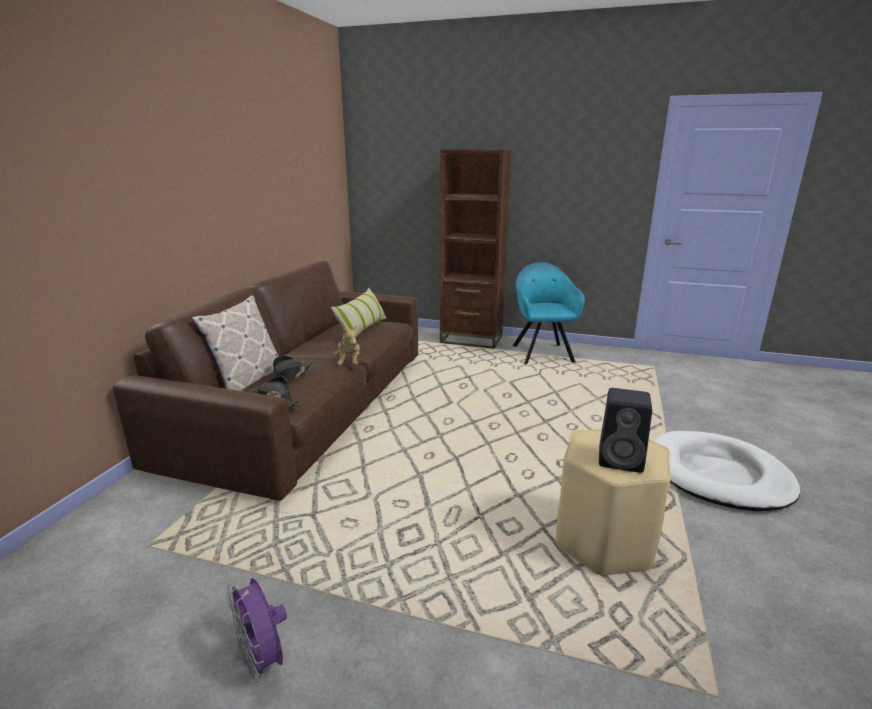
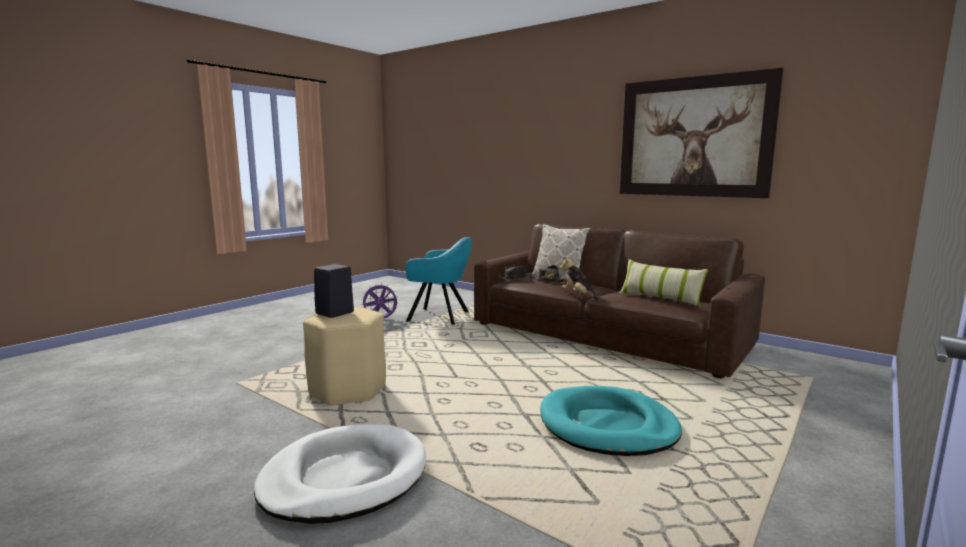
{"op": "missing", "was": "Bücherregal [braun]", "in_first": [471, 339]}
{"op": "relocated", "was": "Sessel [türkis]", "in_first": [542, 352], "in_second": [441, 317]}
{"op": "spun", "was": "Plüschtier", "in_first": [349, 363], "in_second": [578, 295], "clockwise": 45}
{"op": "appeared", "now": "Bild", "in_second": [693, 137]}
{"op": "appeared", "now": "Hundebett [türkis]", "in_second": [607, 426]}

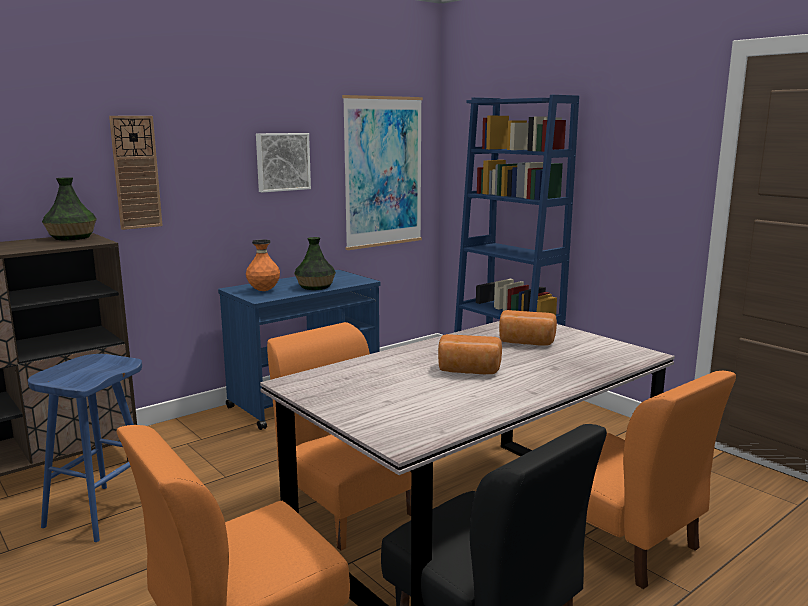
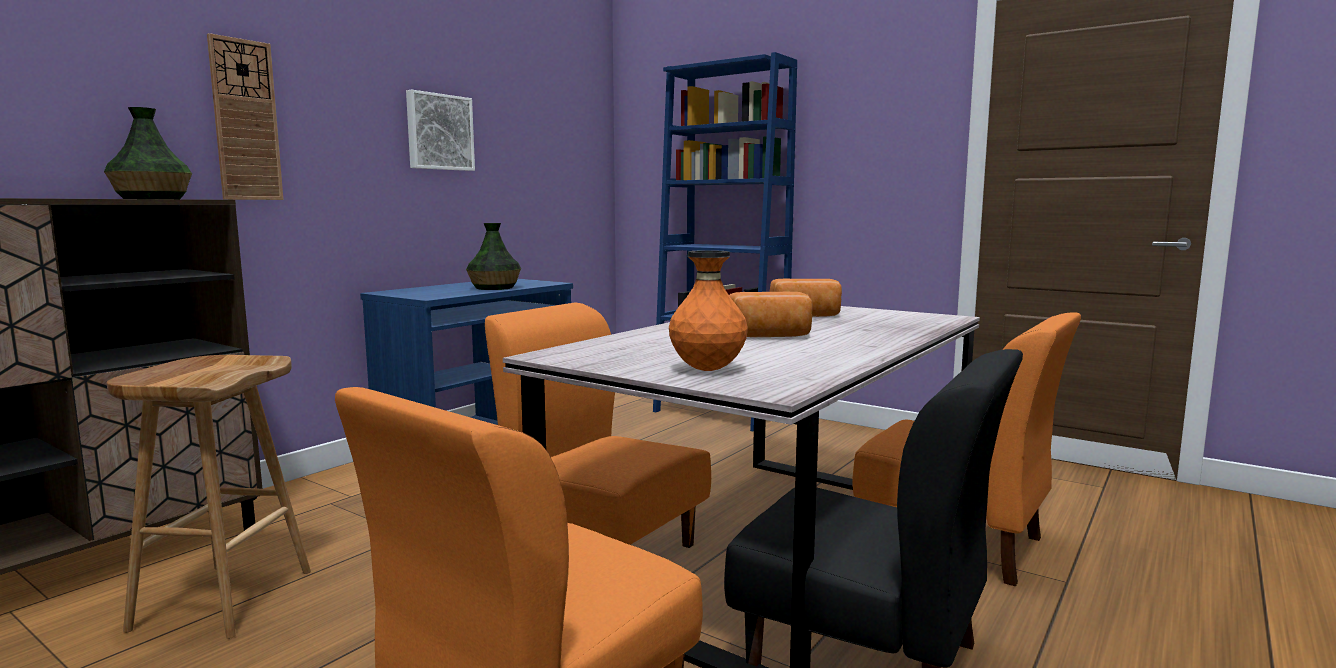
{"op": "missing", "was": "Bild", "in_first": [383, 172]}
{"op": "relocated", "was": "Vase [orange]", "in_first": [263, 290], "in_second": [707, 370]}
{"op": "colour", "was": "Hocker [blau]", "now": "Hocker [braun]", "in_first": [101, 511], "in_second": [224, 598]}

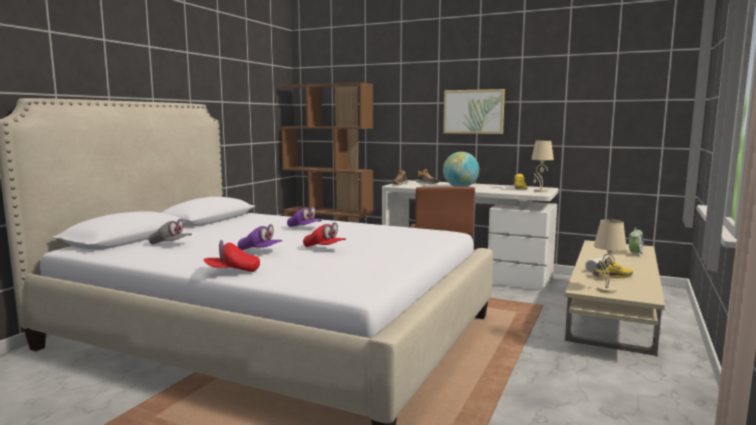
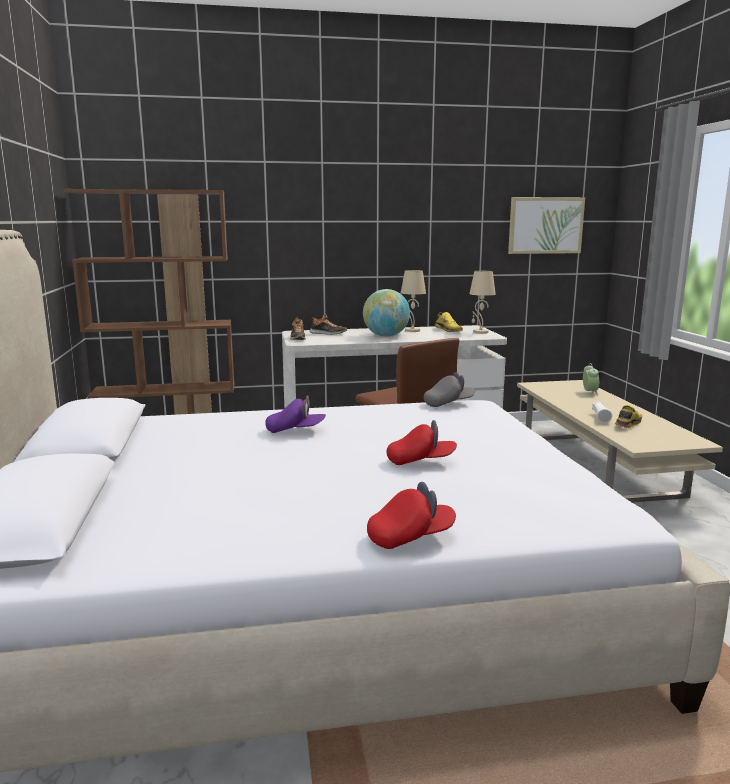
{"op": "relocated", "was": "Bild", "in_first": [473, 111], "in_second": [545, 225]}
{"op": "relocated", "was": "Kappe [grau]", "in_first": [171, 244], "in_second": [448, 403]}
{"op": "relocated", "was": "Tischlampe [beige]", "in_first": [605, 290], "in_second": [412, 330]}
{"op": "missing", "was": "Kappe [lila]", "in_first": [260, 251]}
{"op": "spun", "was": "Kappe [rot]", "in_first": [232, 271], "in_second": [410, 537], "clockwise": -150}

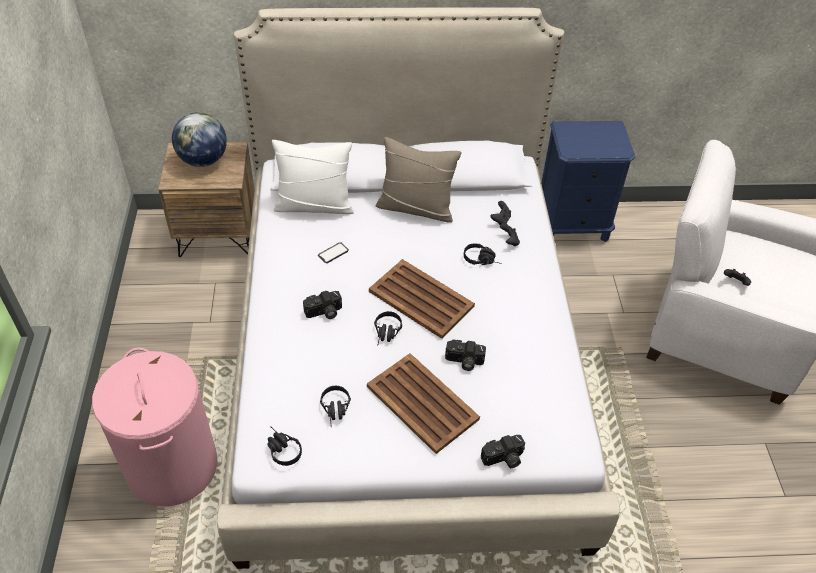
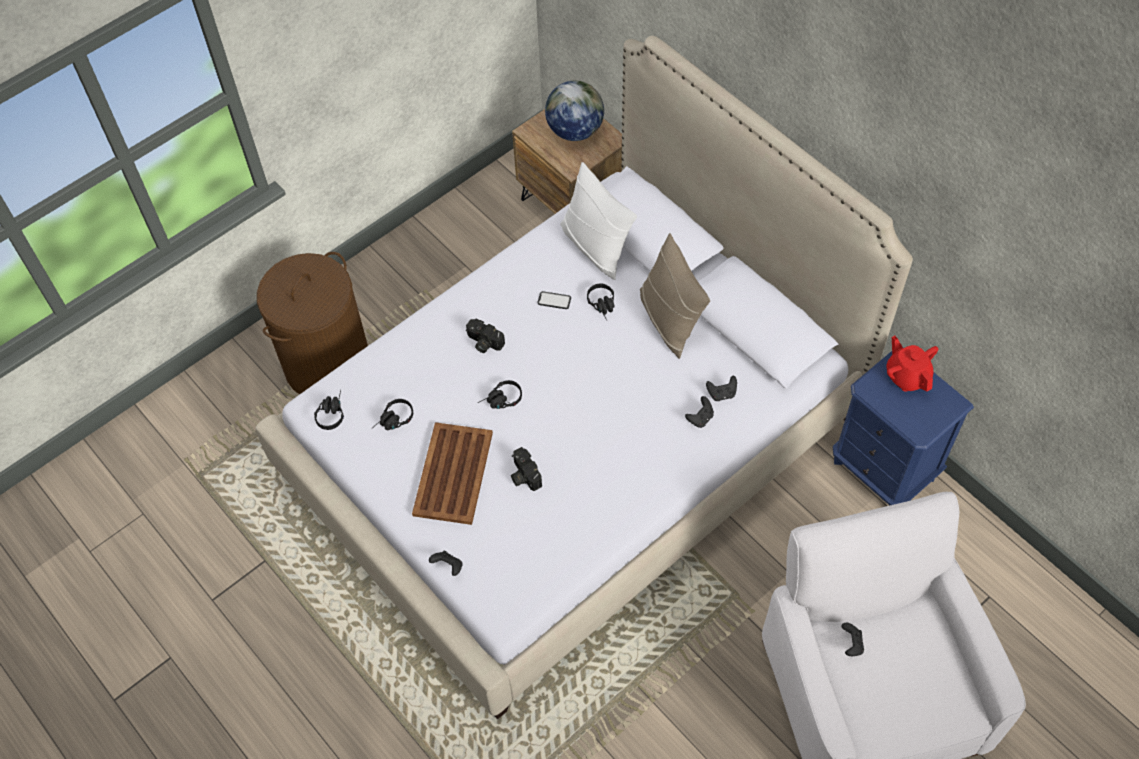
{"op": "relocated", "was": "Kopfhörer [schwarz]", "in_first": [482, 260], "in_second": [603, 306]}
{"op": "missing", "was": "Tablett [braun]", "in_first": [421, 299]}
{"op": "colour", "was": "Wäschekorb [rosa]", "now": "Wäschekorb [braun]", "in_first": [171, 466], "in_second": [327, 364]}
{"op": "exchanged", "was": "Kamera", "now": "Gamepad [schwarz]", "in_first": [503, 459], "in_second": [448, 566]}
{"op": "appeared", "now": "Teekanne [rot]", "in_second": [907, 376]}

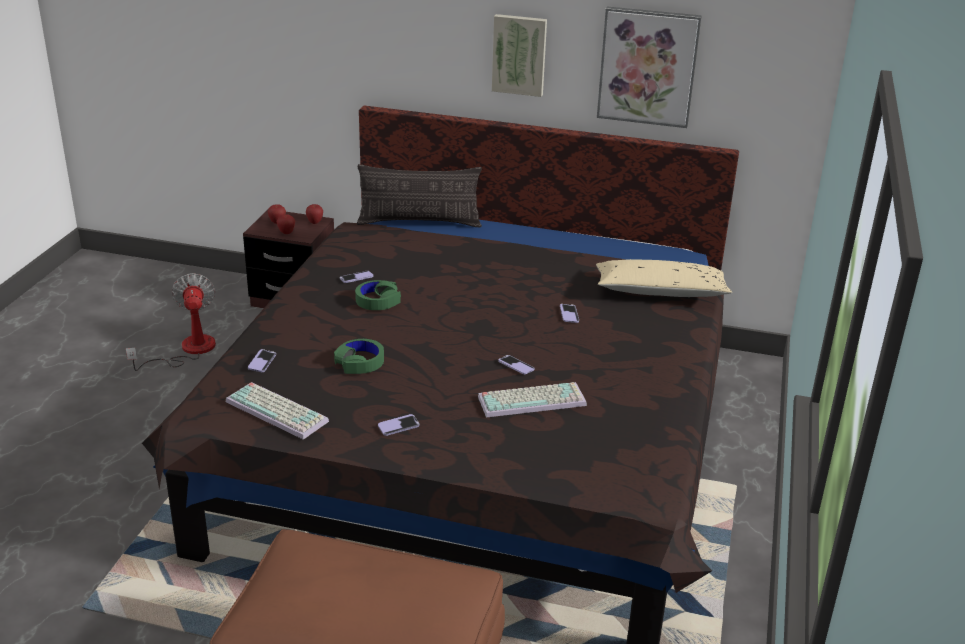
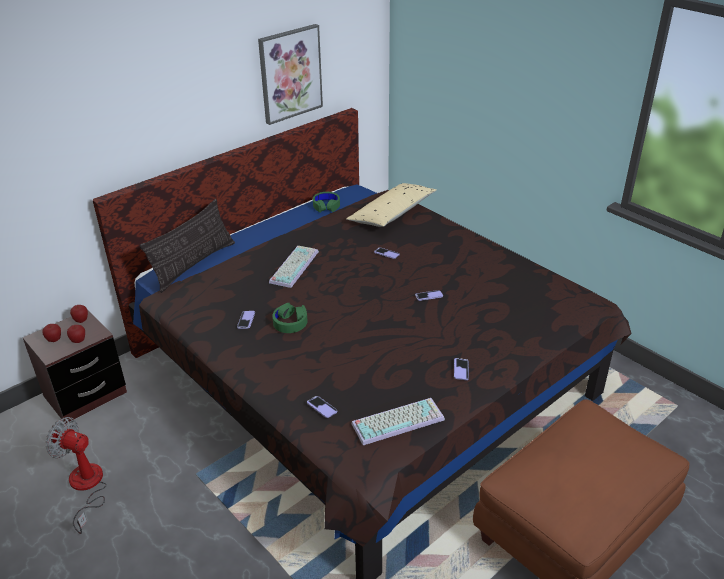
{"op": "missing", "was": "Bild", "in_first": [519, 54]}
{"op": "relocated", "was": "Kopfhörer [grün]", "in_first": [360, 362], "in_second": [326, 206]}
{"op": "relocated", "was": "Tastatur", "in_first": [532, 400], "in_second": [293, 266]}

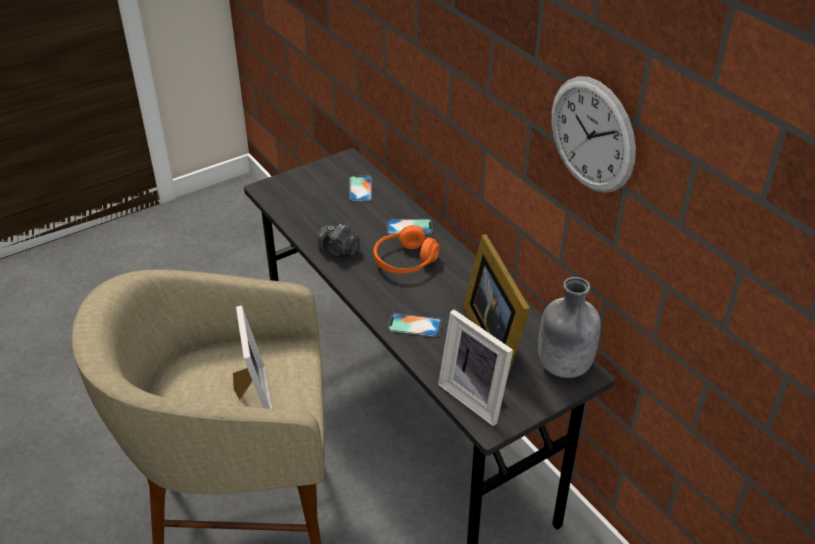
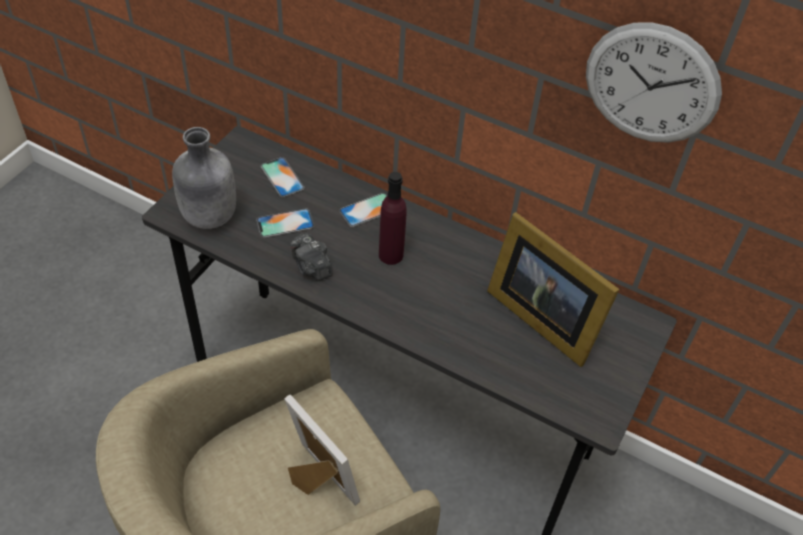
{"op": "spun", "was": "Kamera", "in_first": [339, 251], "in_second": [311, 267], "clockwise": 60}
{"op": "exchanged", "was": "Kopfhörer [orange]", "now": "Flasche [lila]", "in_first": [405, 261], "in_second": [391, 255]}
{"op": "relocated", "was": "Flasche [grau]", "in_first": [563, 366], "in_second": [209, 217]}
{"op": "missing", "was": "Bilderrahmen", "in_first": [476, 396]}
{"op": "relocated", "was": "Handy", "in_first": [414, 325], "in_second": [285, 223]}

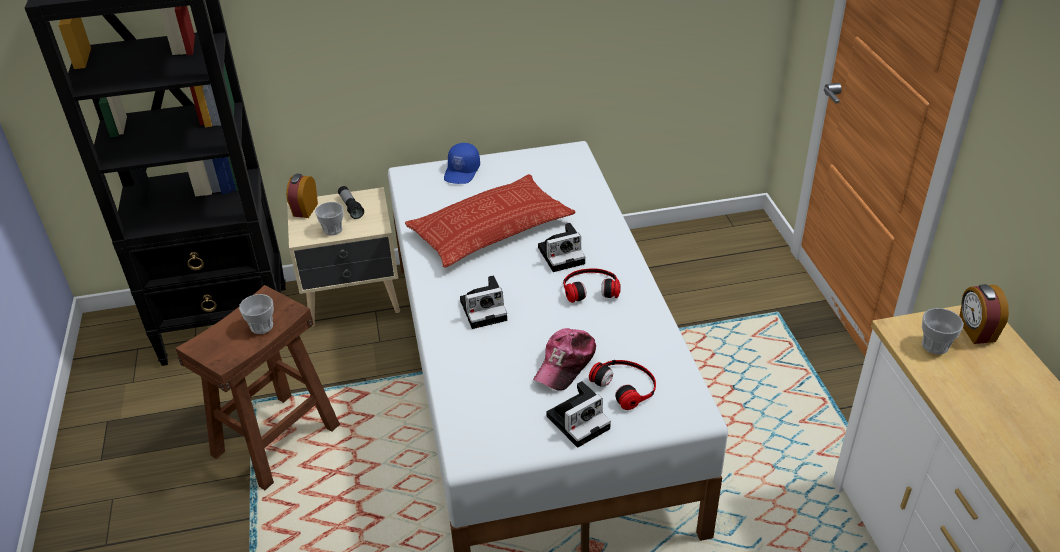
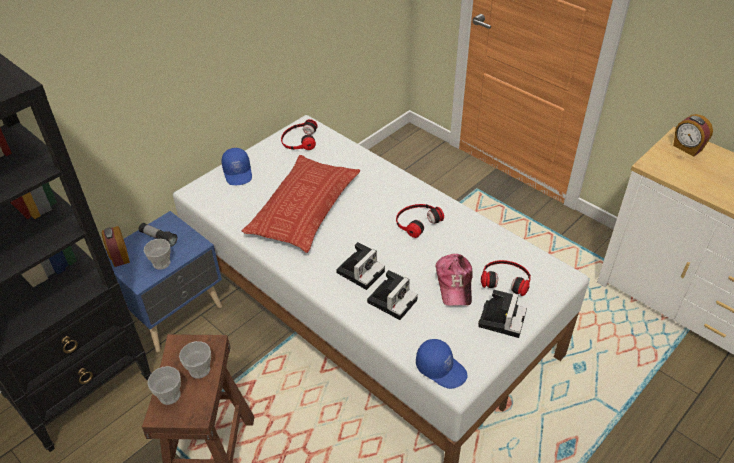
{"op": "colour", "was": "Nachttisch [beige]", "now": "Nachttisch [blau]", "in_first": [354, 300], "in_second": [176, 314]}
{"op": "relocated", "was": "Kamera", "in_first": [562, 255], "in_second": [392, 299]}
{"op": "relocated", "was": "Tasse", "in_first": [935, 345], "in_second": [169, 395]}
{"op": "appeared", "now": "Kopfhörer", "in_second": [299, 140]}
{"op": "appeared", "now": "Kappe [blau]", "in_second": [441, 368]}

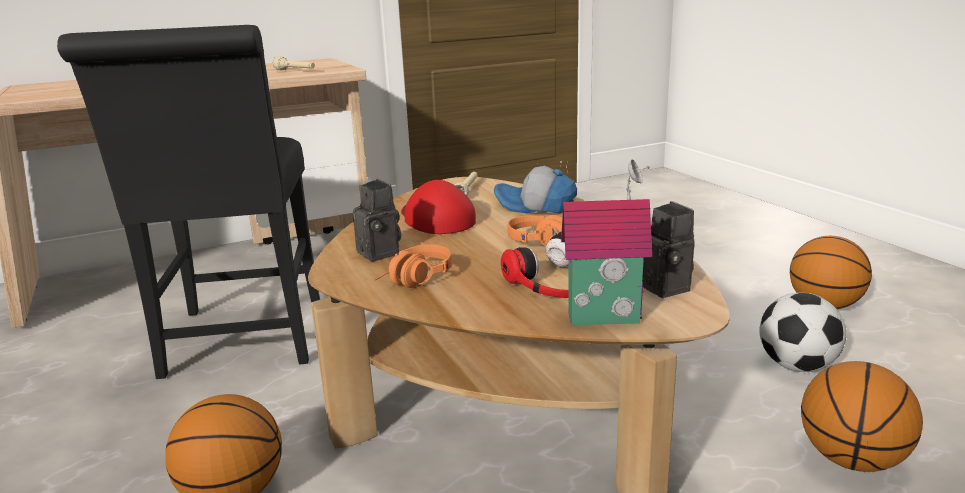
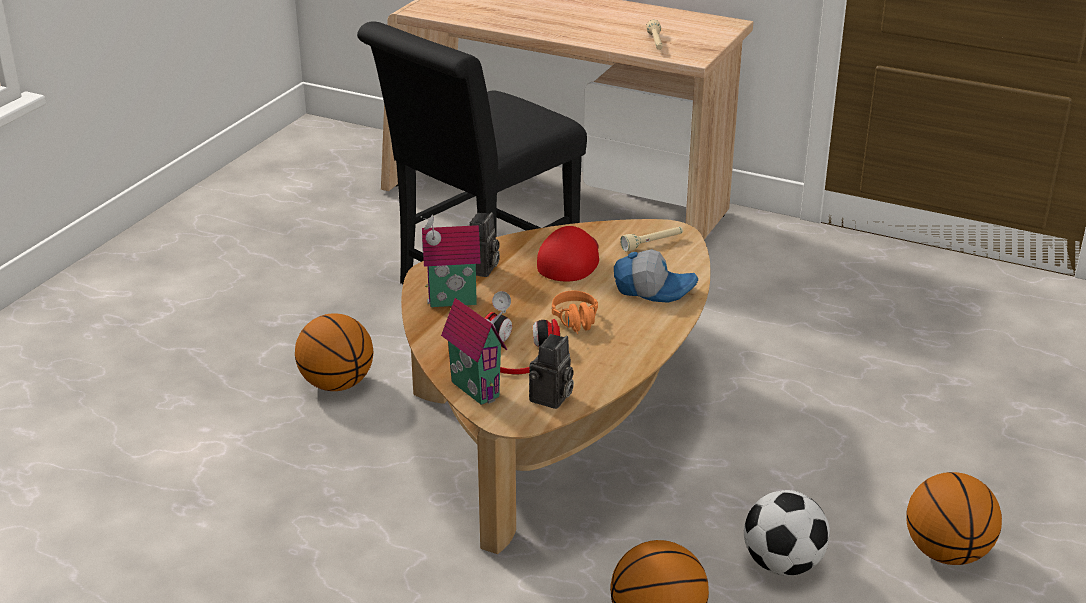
{"op": "spun", "was": "Kappe", "in_first": [535, 206], "in_second": [654, 289], "clockwise": 120}
{"op": "exchanged", "was": "Kopfhörer [orange]", "now": "Spielzeughaus", "in_first": [414, 280], "in_second": [452, 302]}

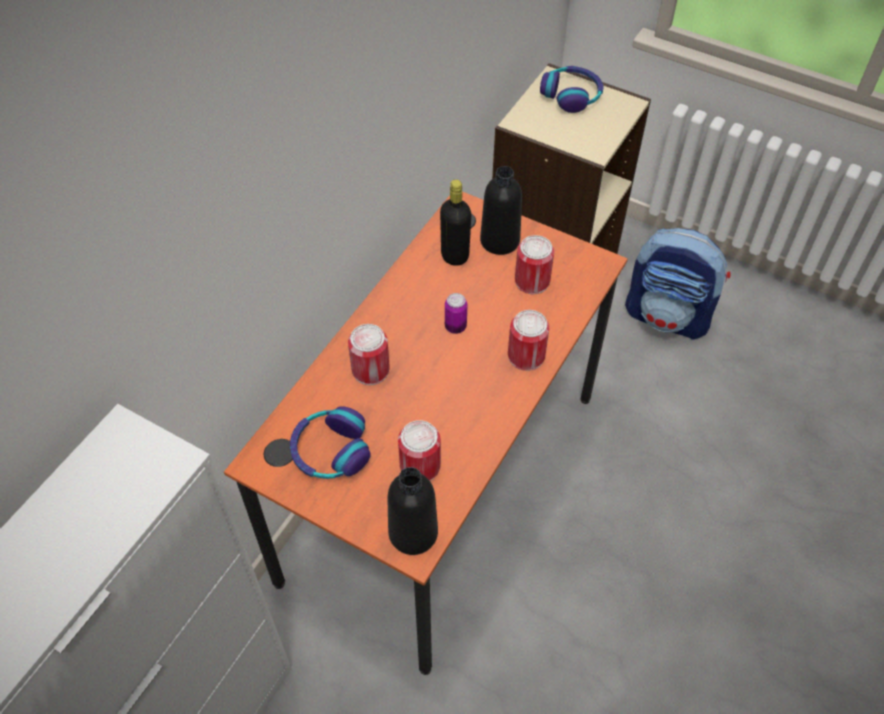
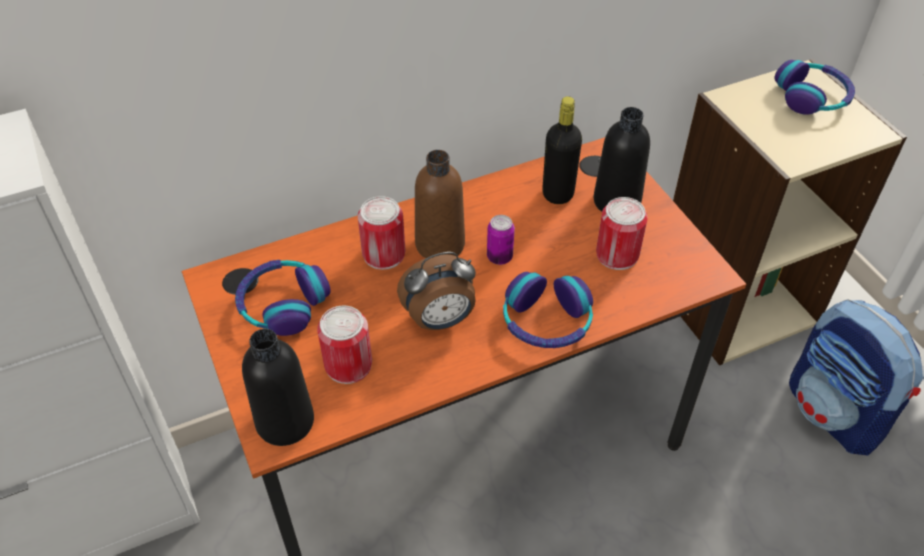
{"op": "exchanged", "was": "Dose", "now": "Kopfhörer", "in_first": [526, 356], "in_second": [546, 321]}
{"op": "appeared", "now": "Flasche [braun]", "in_second": [440, 244]}
{"op": "appeared", "now": "Wecker", "in_second": [440, 320]}

